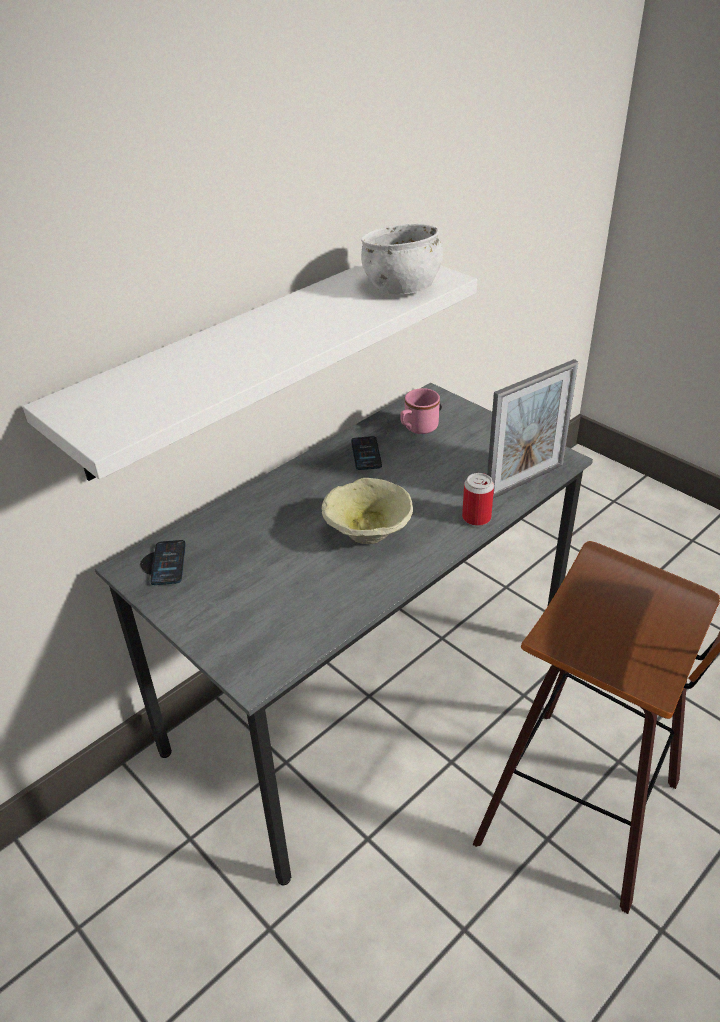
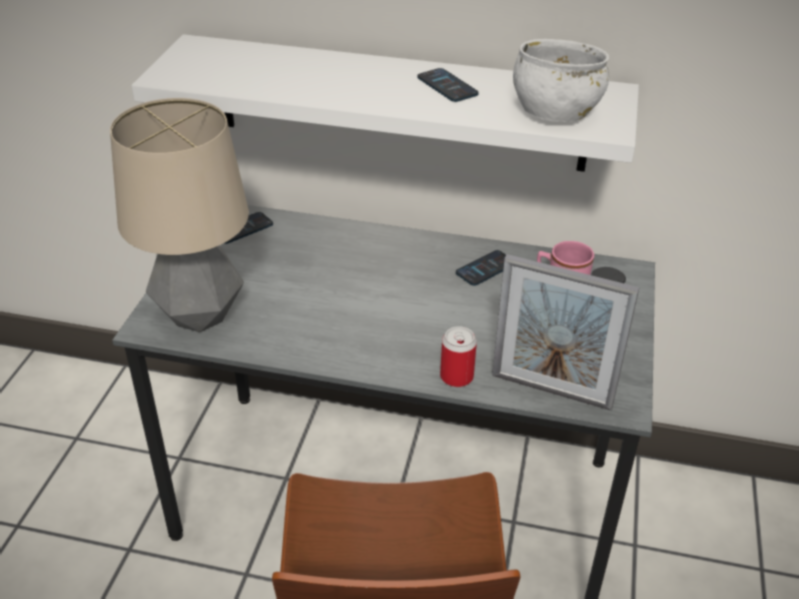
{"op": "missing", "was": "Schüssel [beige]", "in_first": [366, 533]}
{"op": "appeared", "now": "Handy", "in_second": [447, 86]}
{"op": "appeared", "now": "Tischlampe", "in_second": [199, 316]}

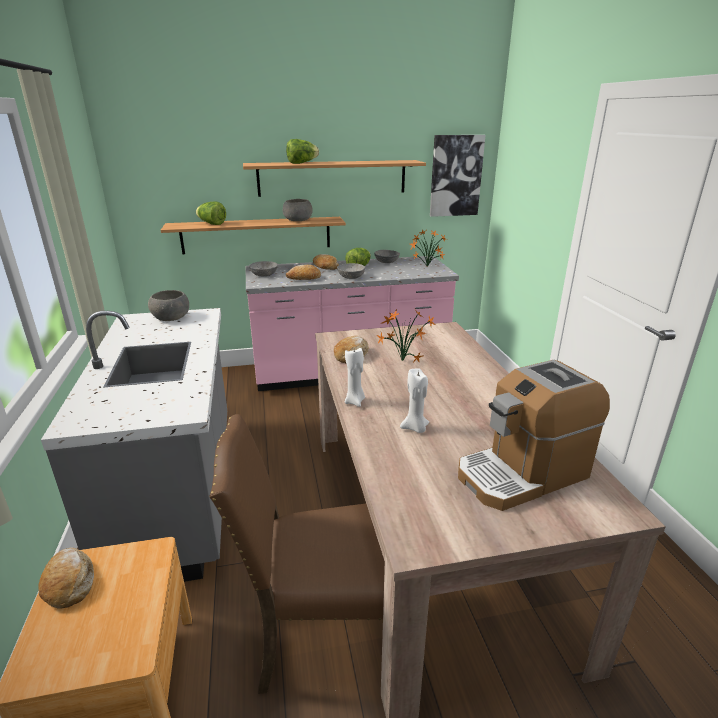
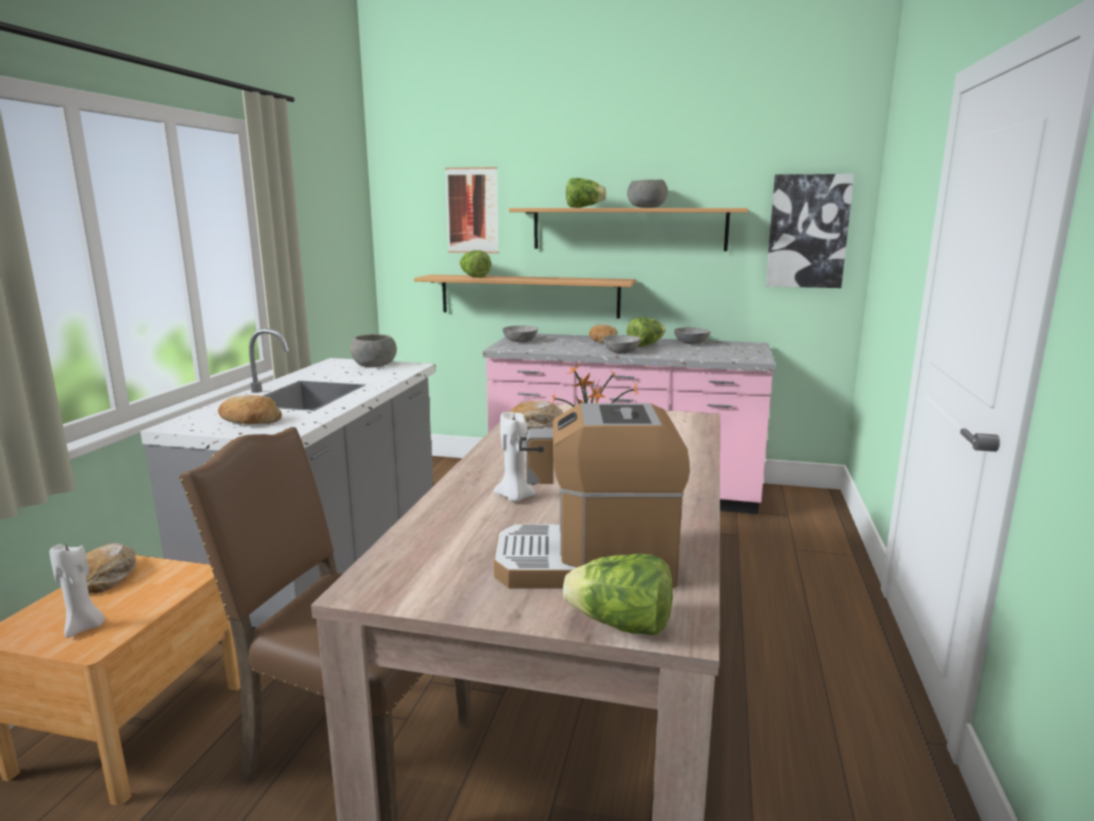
{"op": "relocated", "was": "Schüssel [grau]", "in_first": [297, 220], "in_second": [646, 207]}
{"op": "missing", "was": "Topfpflanze", "in_first": [426, 267]}
{"op": "relocated", "was": "Brot", "in_first": [304, 278], "in_second": [249, 421]}
{"op": "relocated", "was": "Kerze [weiß]", "in_first": [355, 401], "in_second": [84, 628]}
{"op": "appeared", "now": "Bild", "in_second": [472, 210]}
{"op": "appeared", "now": "Salatkopf", "in_second": [621, 625]}

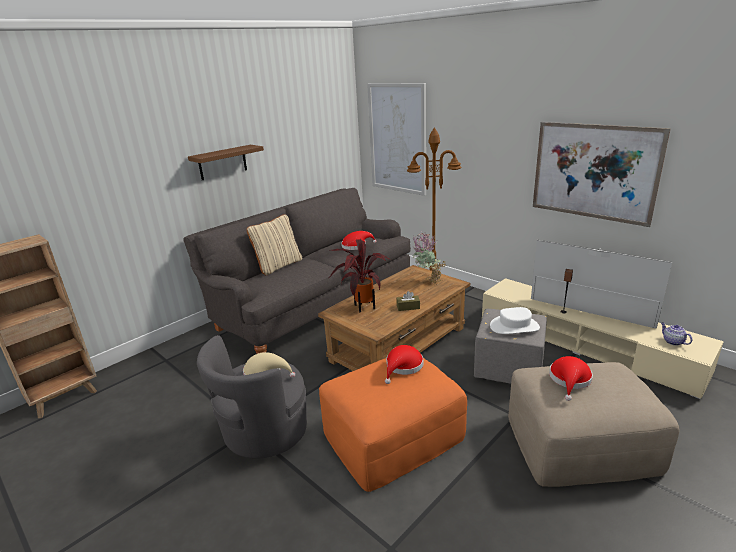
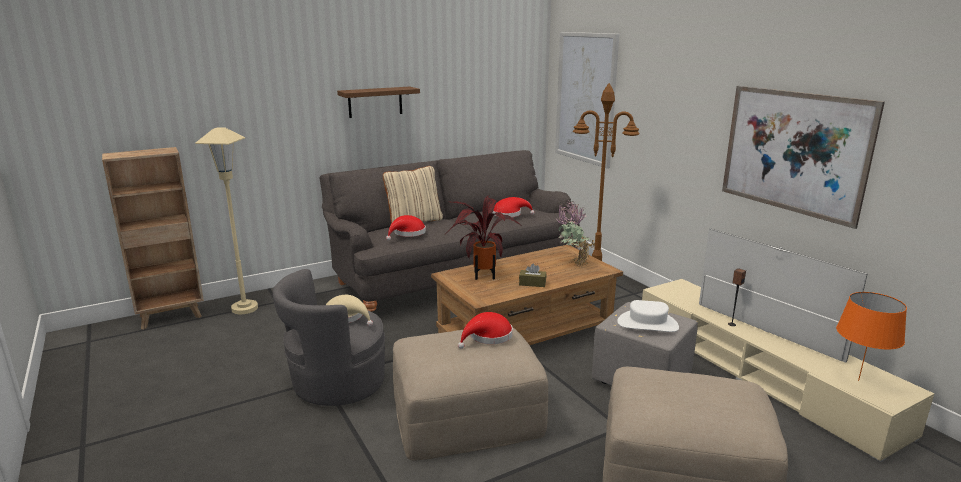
{"op": "exchanged", "was": "Teekanne", "now": "Tischlampe [orange]", "in_first": [672, 341], "in_second": [858, 380]}
{"op": "relocated", "was": "Hut [rot]", "in_first": [570, 380], "in_second": [407, 233]}
{"op": "colour", "was": "Polsterhocker [orange]", "now": "Polsterhocker [beige]", "in_first": [392, 434], "in_second": [467, 415]}
{"op": "appeared", "now": "Stehlampe [beige]", "in_second": [245, 308]}

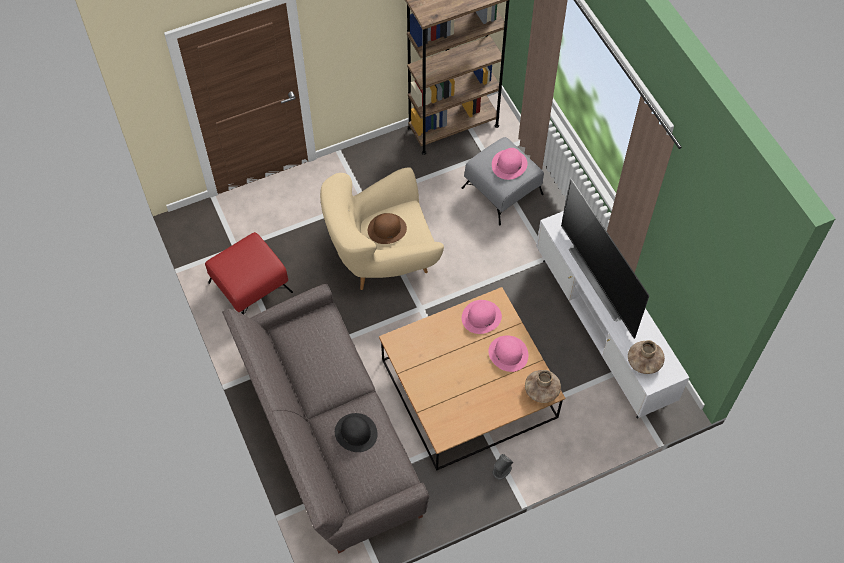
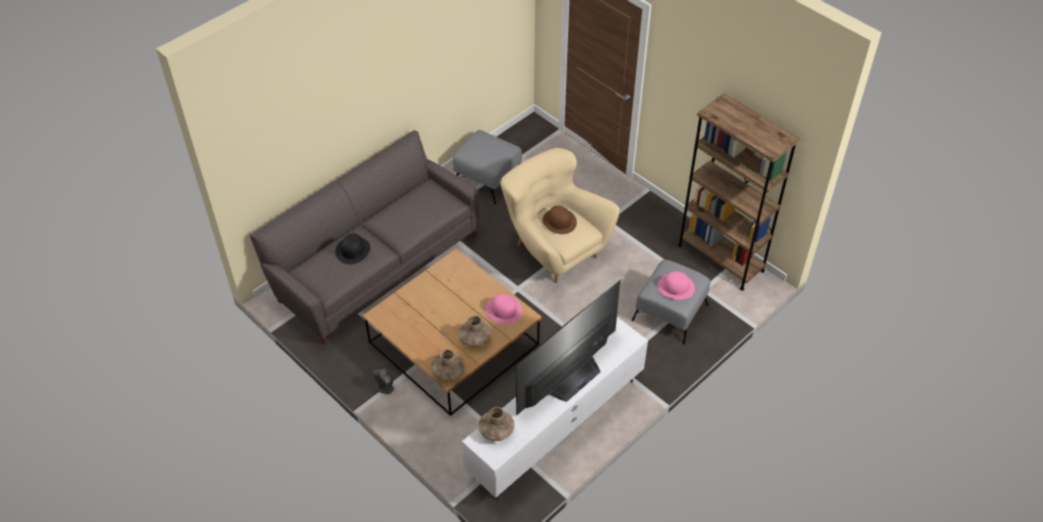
{"op": "colour", "was": "Polsterhocker [rot]", "now": "Polsterhocker [grau]", "in_first": [249, 287], "in_second": [487, 177]}
{"op": "exchanged", "was": "Hut [rosa]", "now": "Vase [braun]", "in_first": [508, 353], "in_second": [475, 338]}

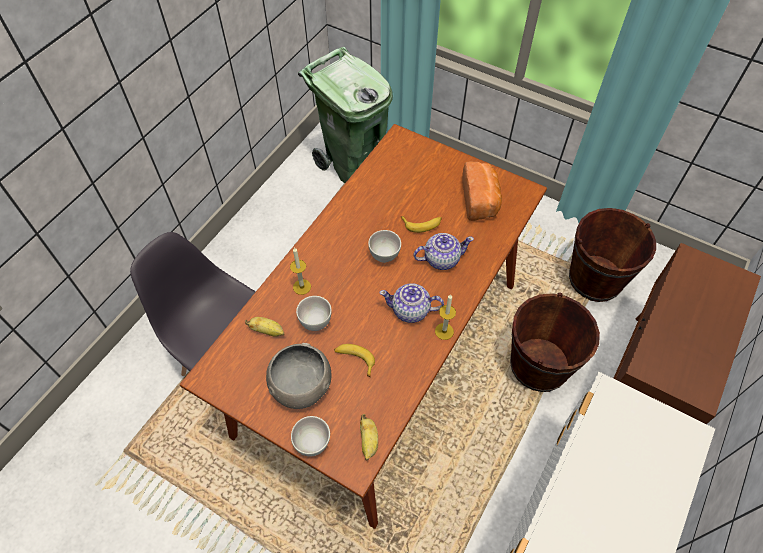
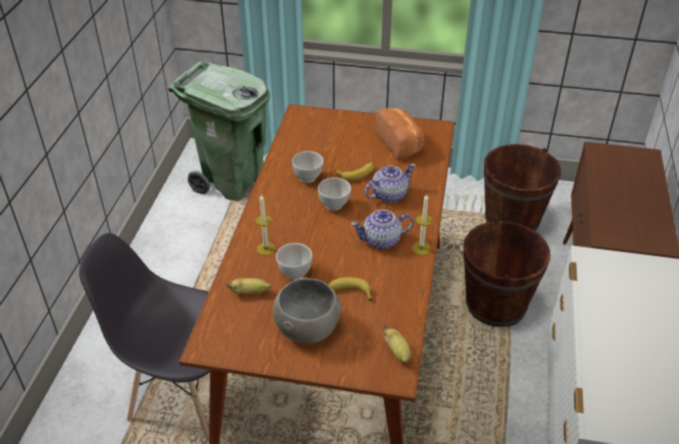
{"op": "relocated", "was": "Schüssel [weiß]", "in_first": [312, 443], "in_second": [308, 178]}

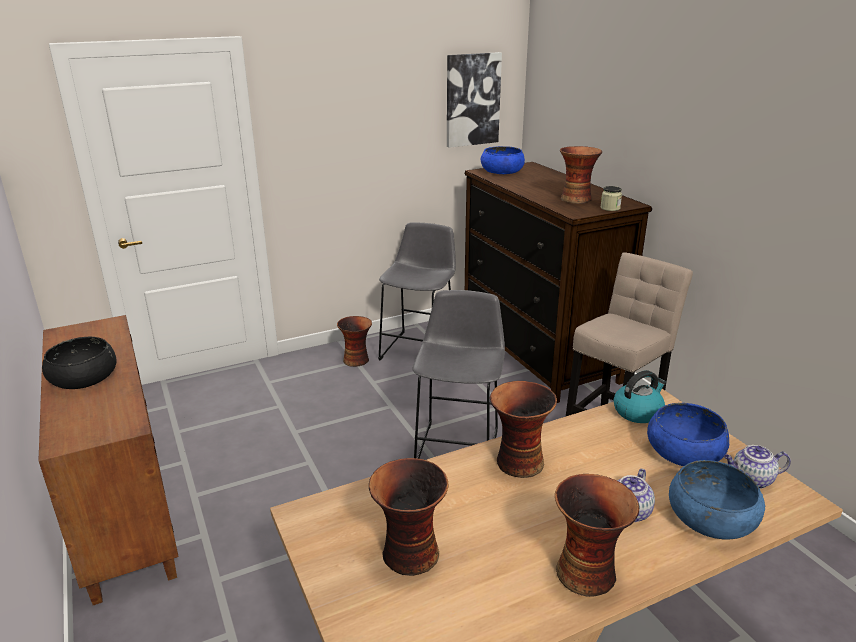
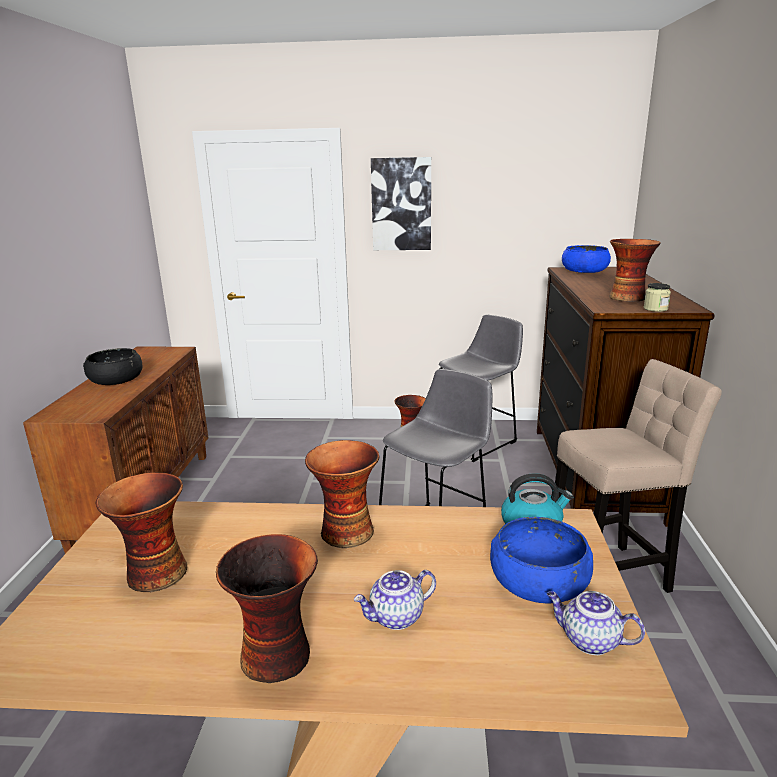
{"op": "relocated", "was": "Bild", "in_first": [472, 100], "in_second": [401, 204]}
{"op": "missing", "was": "Schüssel [blau]", "in_first": [711, 517]}

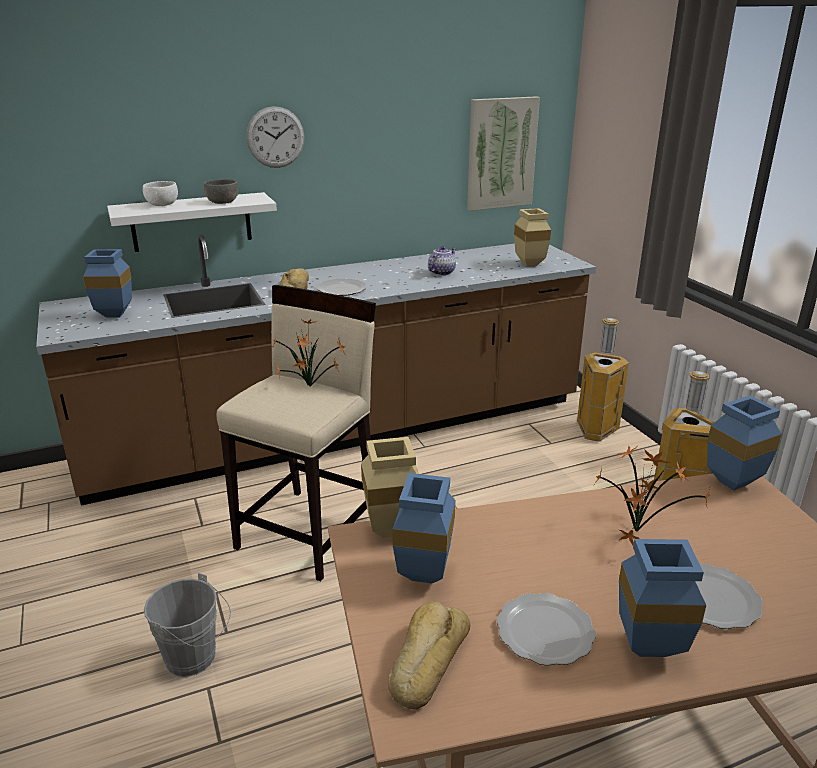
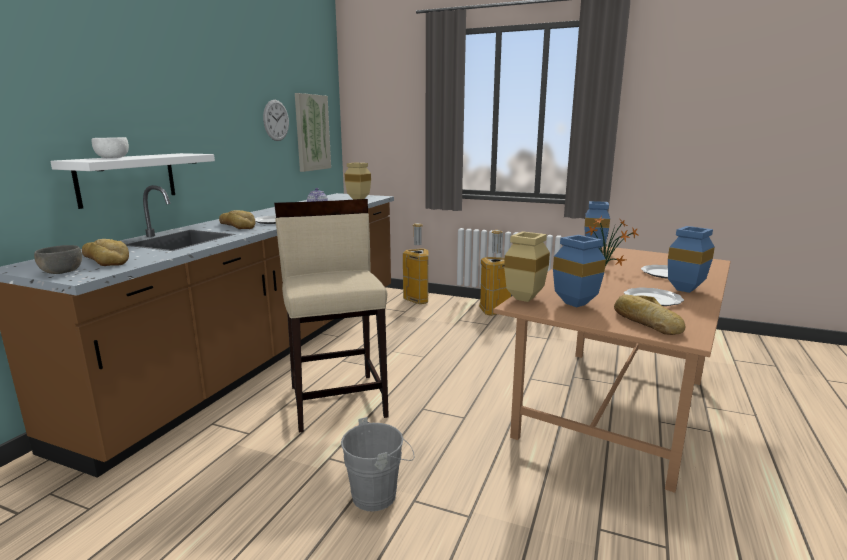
{"op": "relocated", "was": "Wanduhr", "in_first": [275, 137], "in_second": [276, 120]}
{"op": "relocated", "was": "Schüssel [grau]", "in_first": [222, 202], "in_second": [61, 272]}
{"op": "exchanged", "was": "Vase [blau]", "now": "Brot", "in_first": [112, 315], "in_second": [106, 260]}
{"op": "missing", "was": "Topfpflanze", "in_first": [312, 387]}

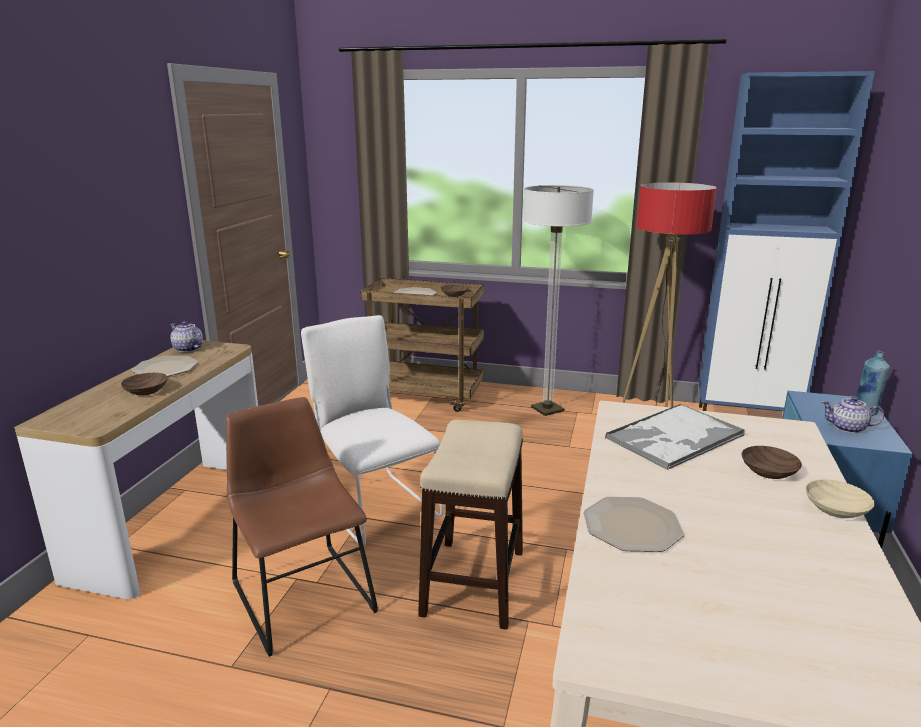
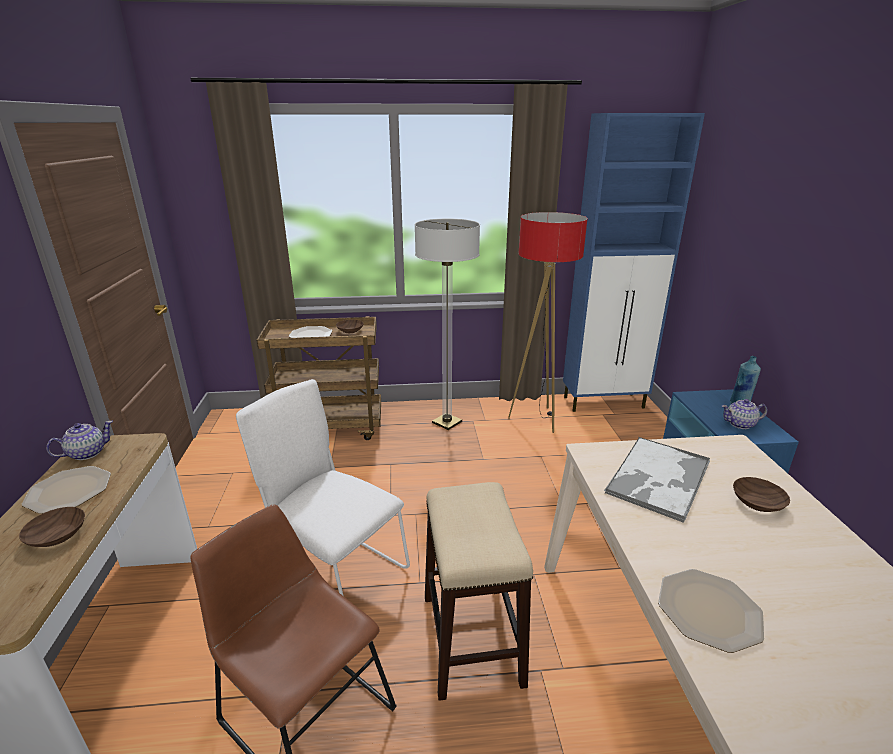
{"op": "spun", "was": "Teekanne", "in_first": [188, 349], "in_second": [86, 453], "clockwise": 120}
{"op": "missing", "was": "Schüssel [beige]", "in_first": [838, 509]}

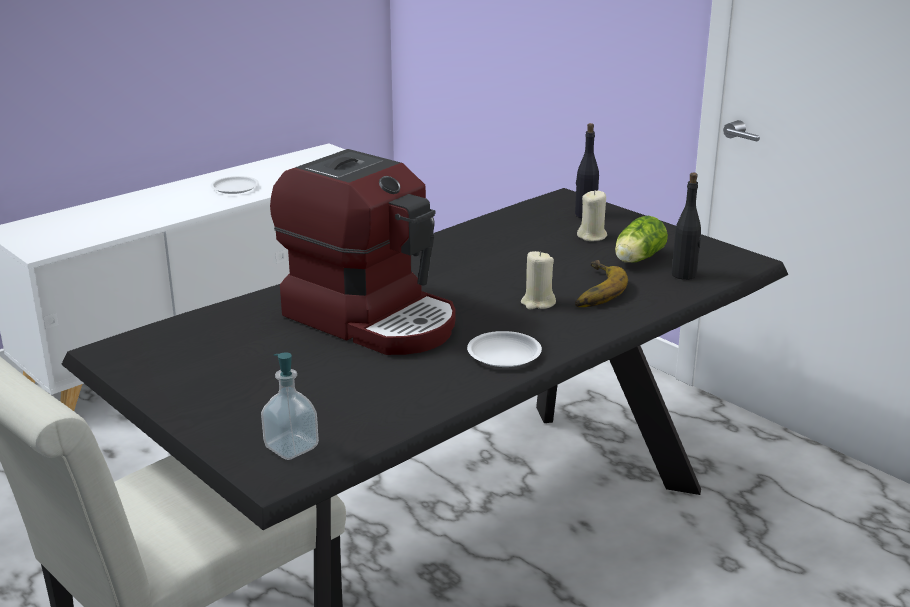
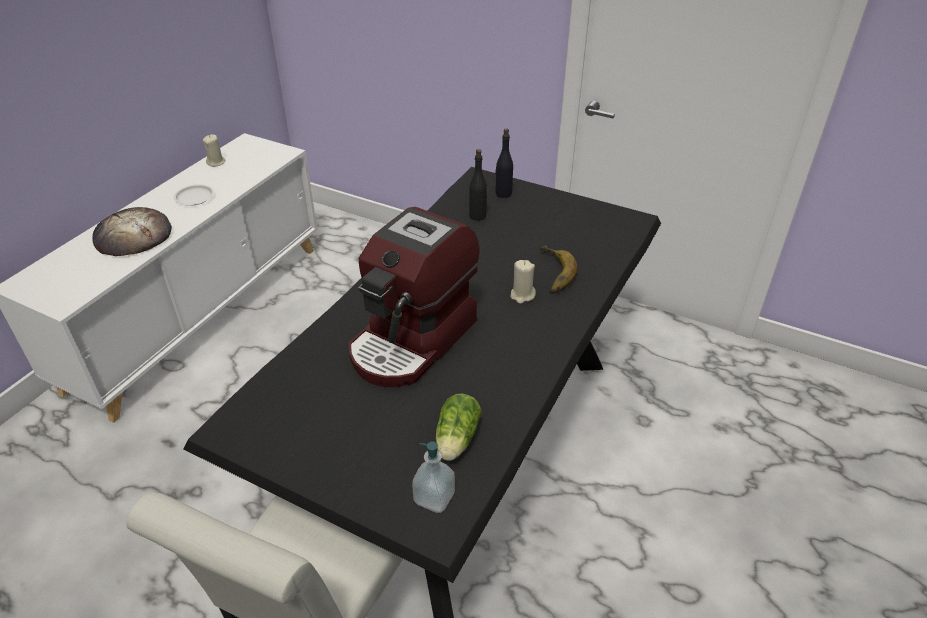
{"op": "spun", "was": "Kaffeemaschine", "in_first": [372, 319], "in_second": [413, 341], "clockwise": 105}
{"op": "relocated", "was": "Flasche [schwarz]", "in_first": [684, 275], "in_second": [478, 216]}
{"op": "relocated", "was": "Kerze [beige]", "in_first": [592, 236], "in_second": [216, 162]}
{"op": "relocated", "was": "Salatkopf", "in_first": [636, 259], "in_second": [456, 441]}
{"op": "missing", "was": "Teller [weiß]", "in_first": [503, 354]}
{"op": "appeared", "now": "Brot", "in_second": [133, 236]}

